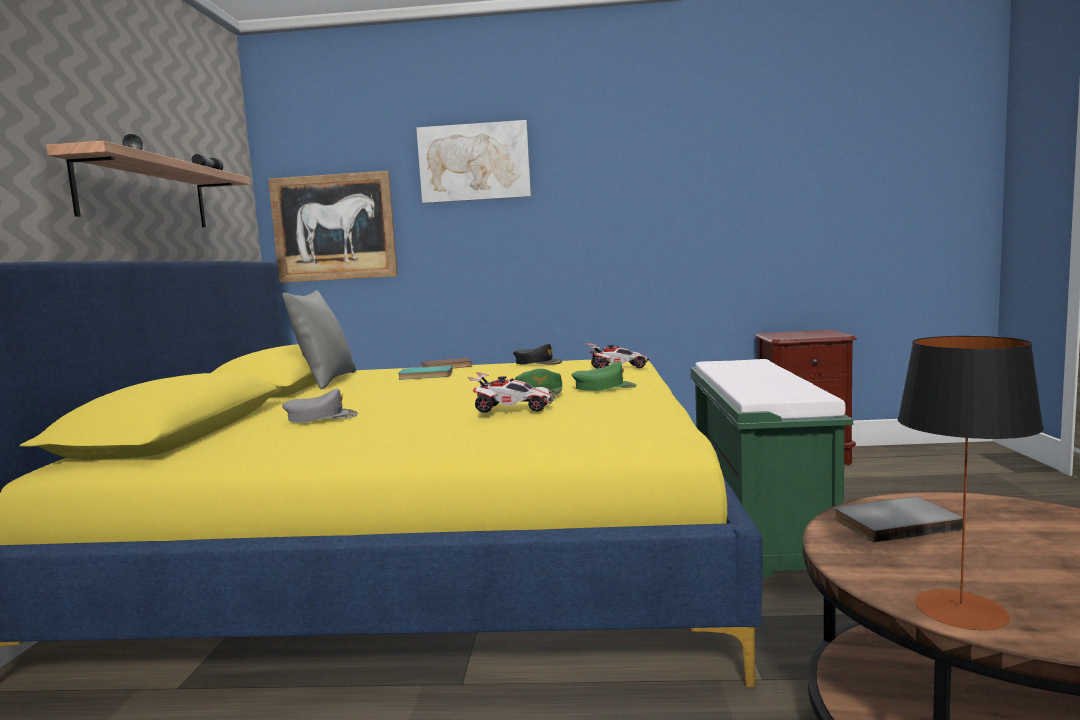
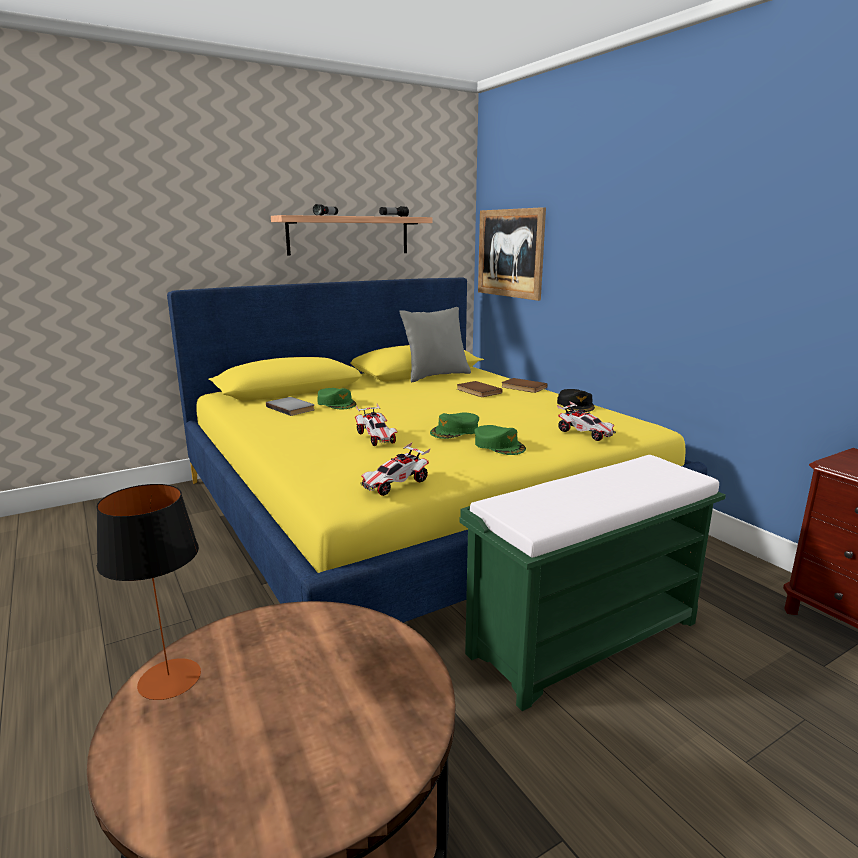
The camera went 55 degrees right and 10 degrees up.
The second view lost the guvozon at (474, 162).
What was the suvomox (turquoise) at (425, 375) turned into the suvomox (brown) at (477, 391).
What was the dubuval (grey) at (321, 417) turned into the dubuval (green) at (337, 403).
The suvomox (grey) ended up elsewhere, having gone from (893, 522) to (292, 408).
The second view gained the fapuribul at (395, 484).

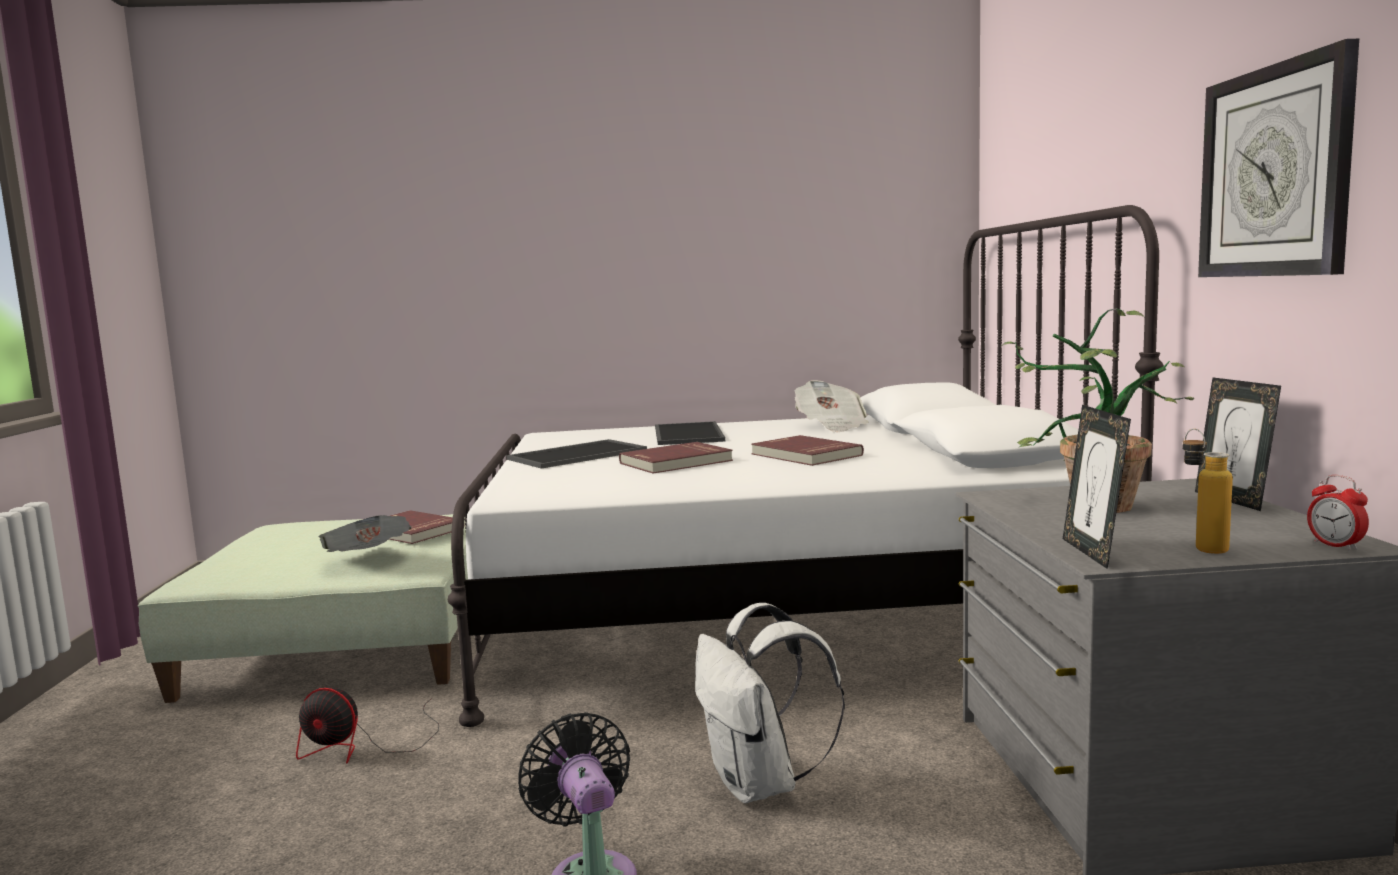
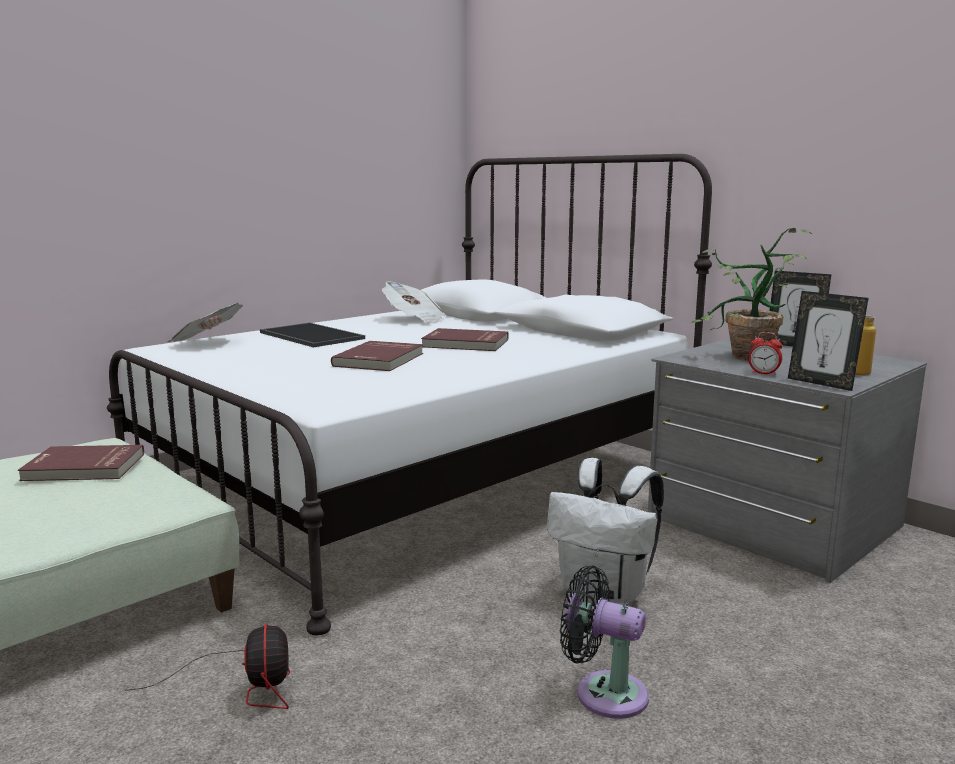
The camera went 40 degrees left and 5 degrees up.
The second view lost the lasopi at (1274, 172).
The second view lost the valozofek at (577, 454).
The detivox ended up elsewhere, having gone from (1335, 545) to (763, 373).
The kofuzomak ended up elsewhere, having gone from (368, 558) to (207, 343).
The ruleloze at (364, 745) ended up facing another way, 75 degrees counterclockwise from before.

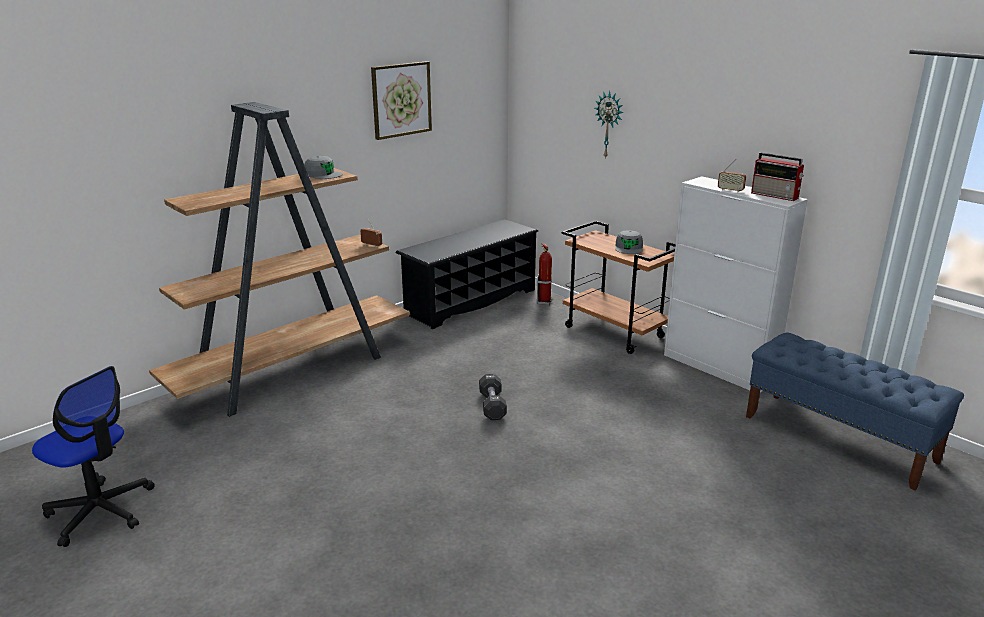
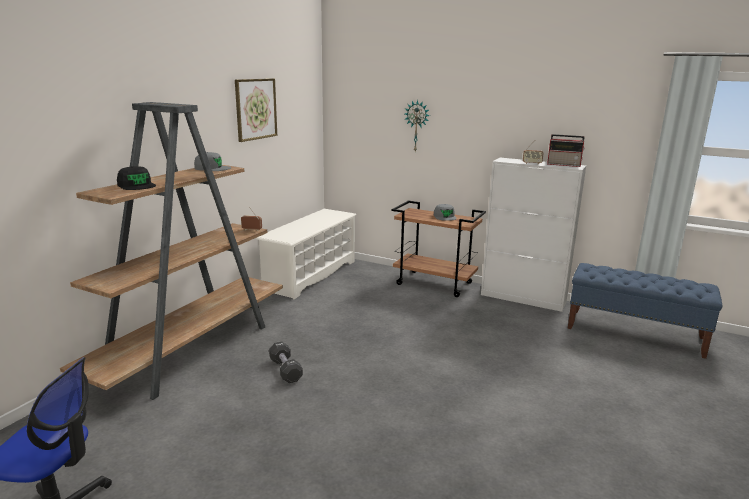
The camera went 20 degrees left and 5 degrees down.
What was the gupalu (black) at (470, 301) turned into the gupalu (white) at (310, 275).
The second view lost the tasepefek at (544, 302).
The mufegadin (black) ended up elsewhere, having gone from (492, 406) to (285, 370).
The second view gained the dubuval (black) at (136, 185).

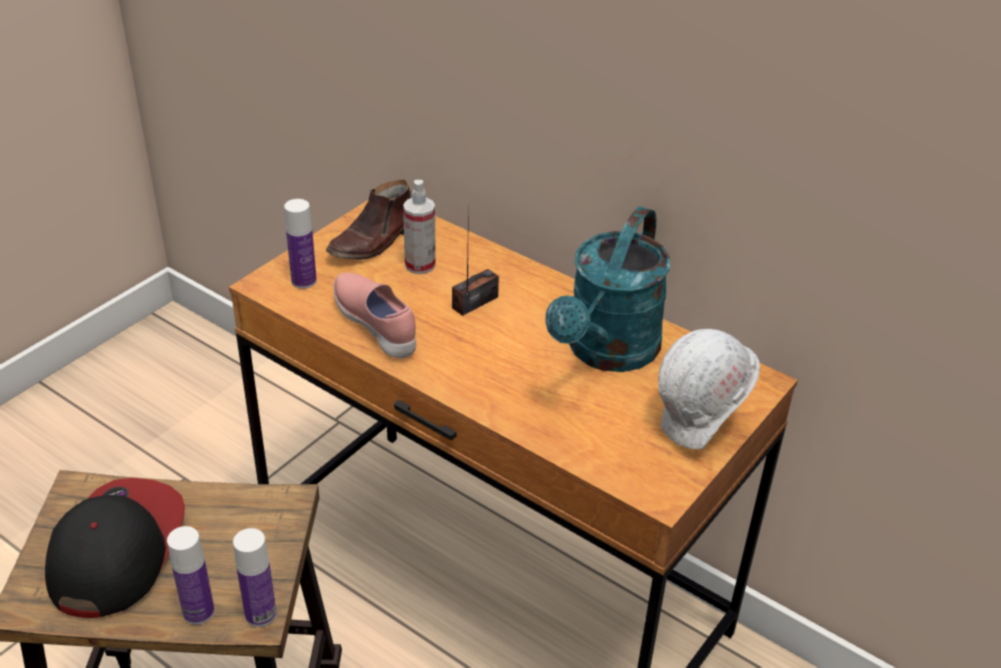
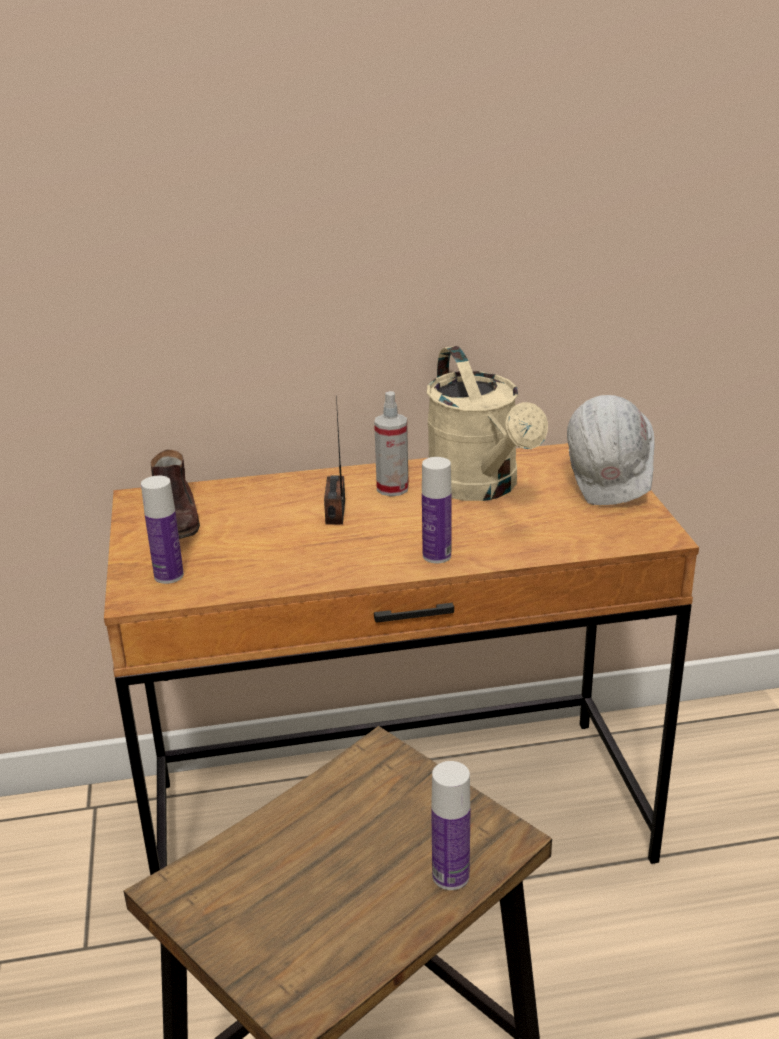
The camera went 45 degrees left and 10 degrees down.
The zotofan ended up elsewhere, having gone from (420, 265) to (392, 488).
What was the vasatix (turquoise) at (607, 353) turned into the vasatix (beige) at (480, 488).
The second view lost the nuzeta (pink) at (377, 326).
The second view lost the dubuval at (116, 550).
The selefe ended up elsewhere, having gone from (260, 614) to (436, 556).

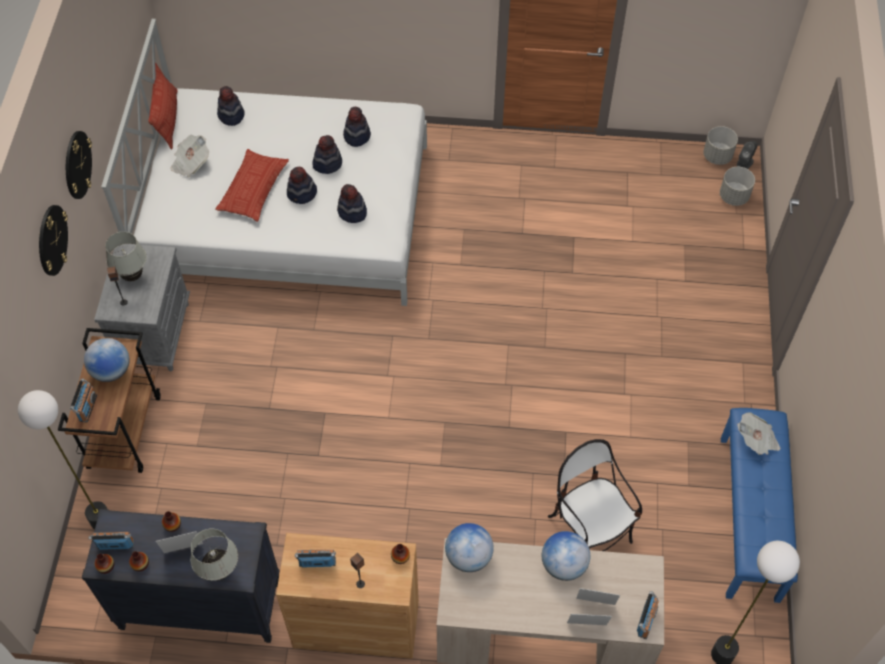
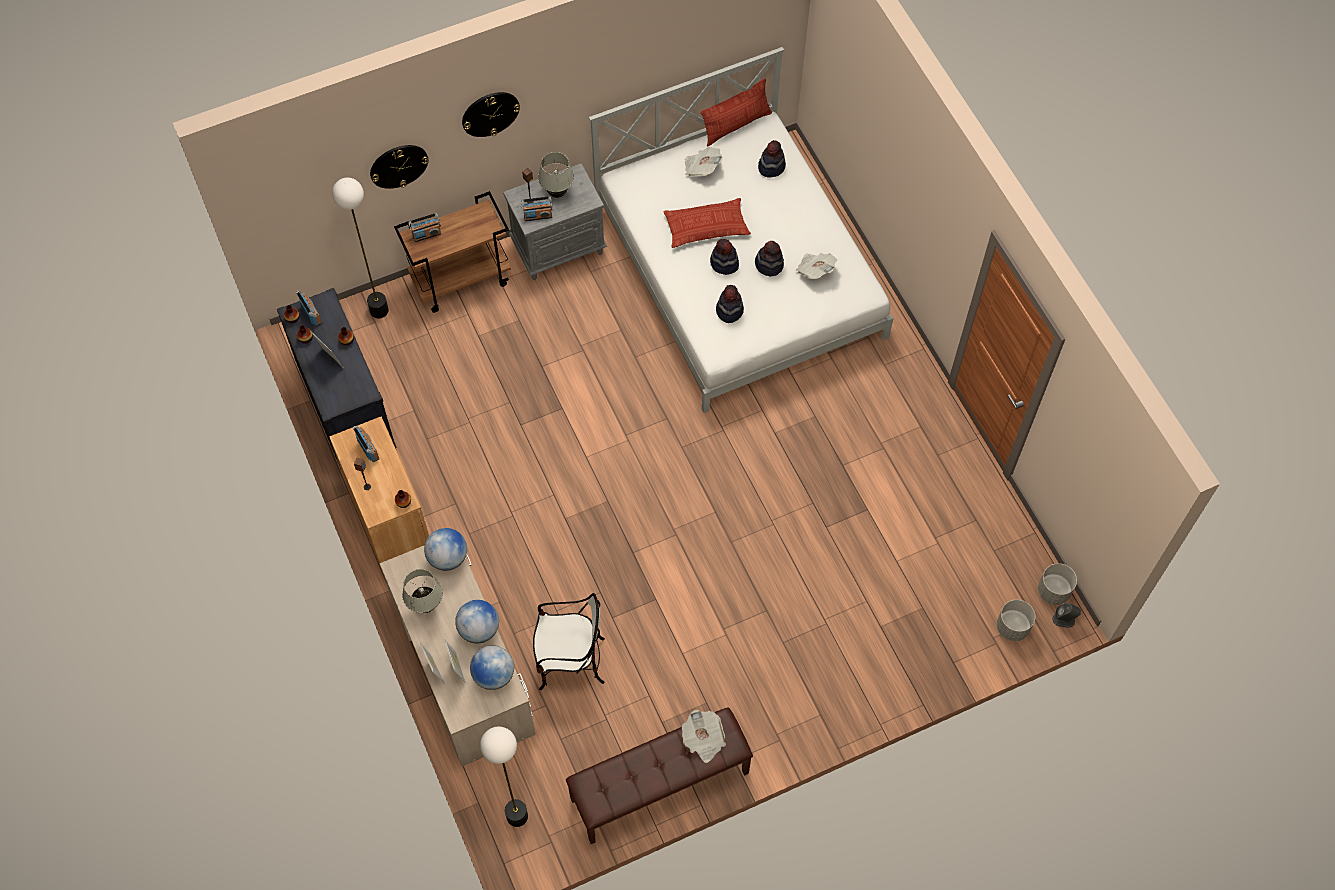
The camera went 60 degrees right and 5 degrees up.
Where the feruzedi stood at (356, 136), the kofuzomak came to stand at (815, 270).
The lasopi ended up elsewhere, having gone from (77, 165) to (398, 166).
The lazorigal ended up elsewhere, having gone from (111, 371) to (494, 675).
What was the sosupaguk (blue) at (750, 517) turned into the sosupaguk (brown) at (659, 786).
The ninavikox at (588, 532) ended up facing another way, 60 degrees clockwise from before.
The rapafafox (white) ended up elsewhere, having gone from (219, 571) to (426, 605).
The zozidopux ended up elsewhere, having gone from (646, 621) to (538, 216).

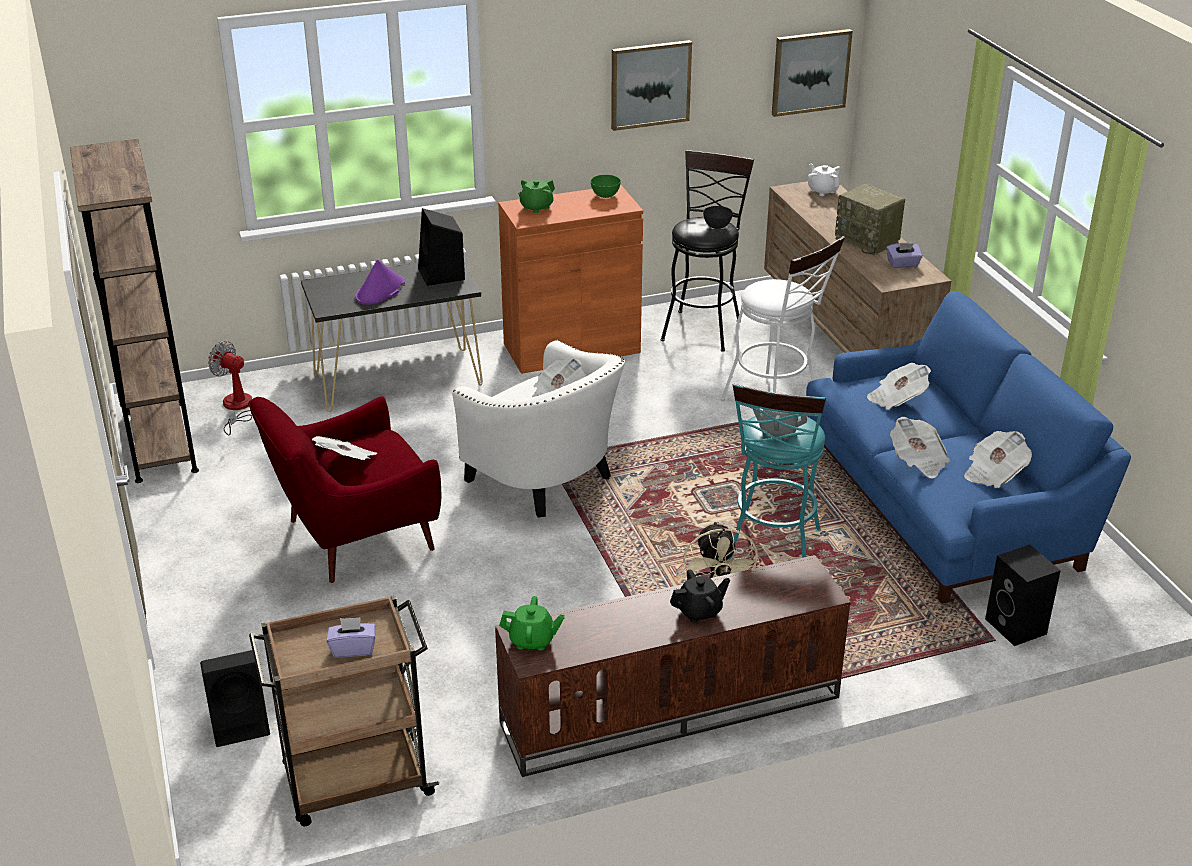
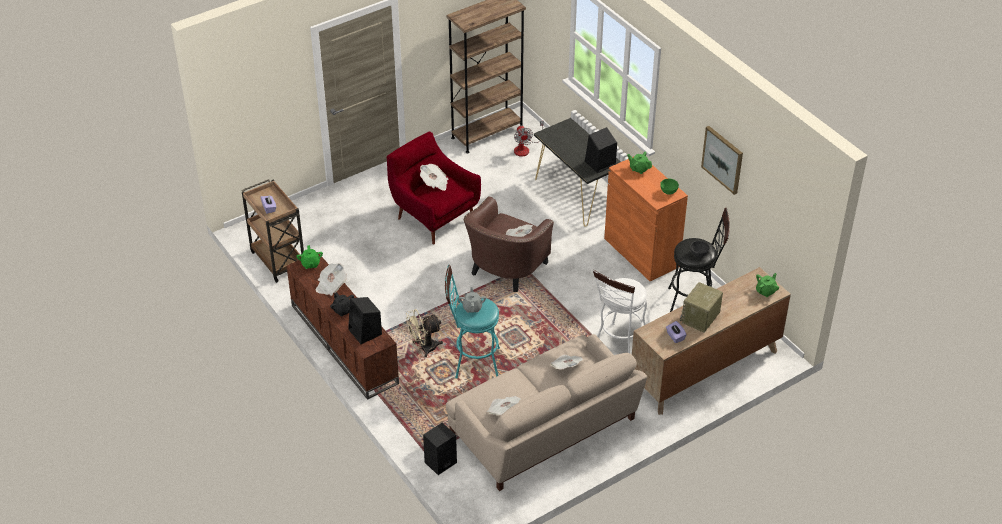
The camera went 75 degrees right and 10 degrees up.
The second view lost the guvozon at (810, 72).
What was the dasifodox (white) at (822, 191) turned into the dasifodox (green) at (766, 291).
The second view lost the feruzedi (purple) at (380, 291).
What was the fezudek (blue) at (945, 501) turned into the fezudek (beige) at (545, 428).
What was the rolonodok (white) at (547, 480) turned into the rolonodok (brown) at (504, 270).
The ruleloze at (237, 408) ended up facing another way, 150 degrees clockwise from before.
The kofuzomak ended up elsewhere, having gone from (918, 461) to (331, 286).
The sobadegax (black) ended up elsewhere, having gone from (241, 722) to (366, 332).

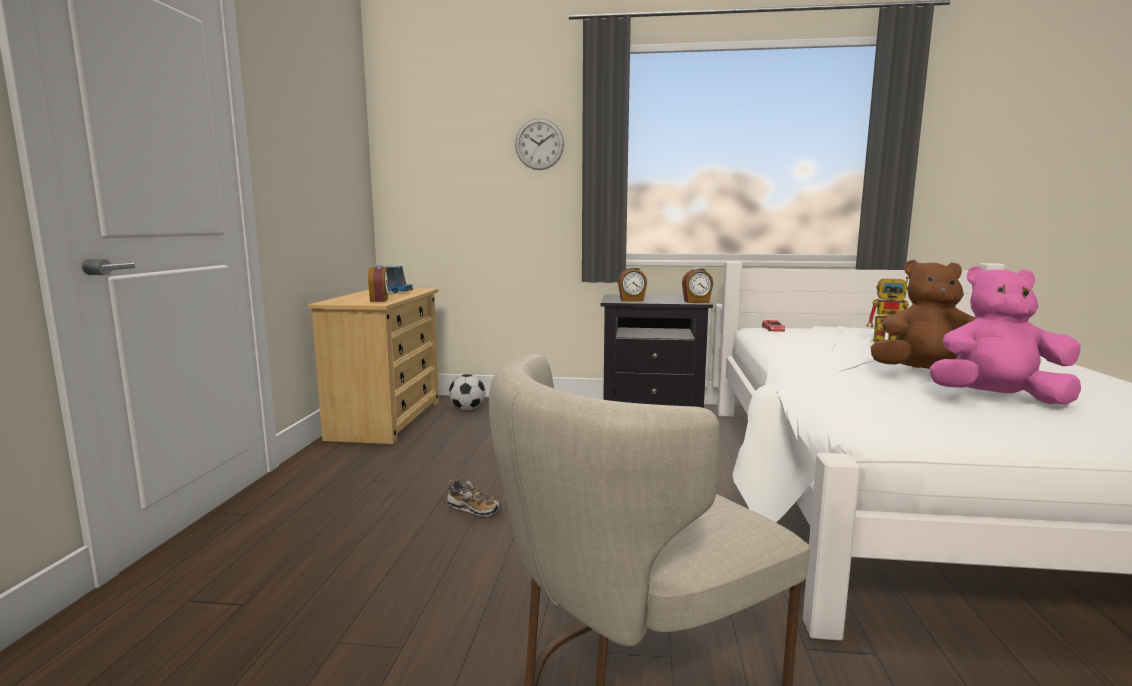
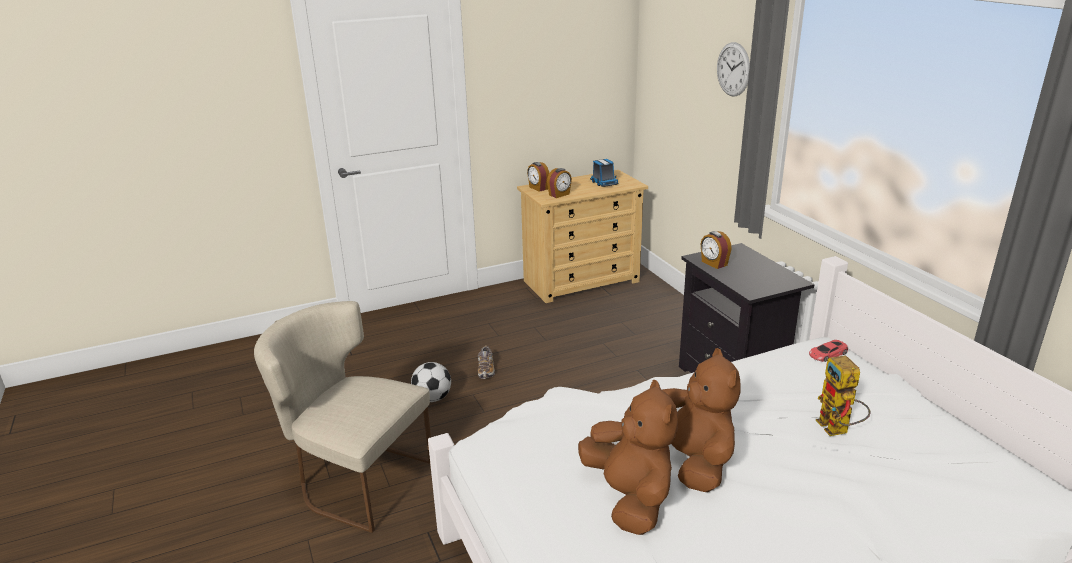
The camera went 60 degrees right and 15 degrees up.
What was the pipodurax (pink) at (996, 399) turned into the pipodurax (brown) at (630, 498).
The detivox ended up elsewhere, having gone from (696, 302) to (538, 188).
The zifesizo ended up elsewhere, having gone from (467, 409) to (432, 398).

